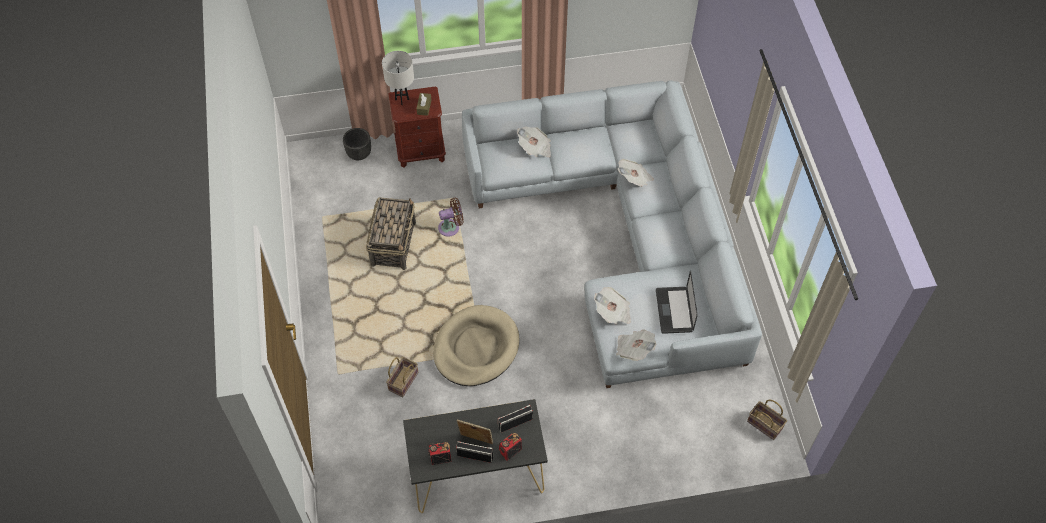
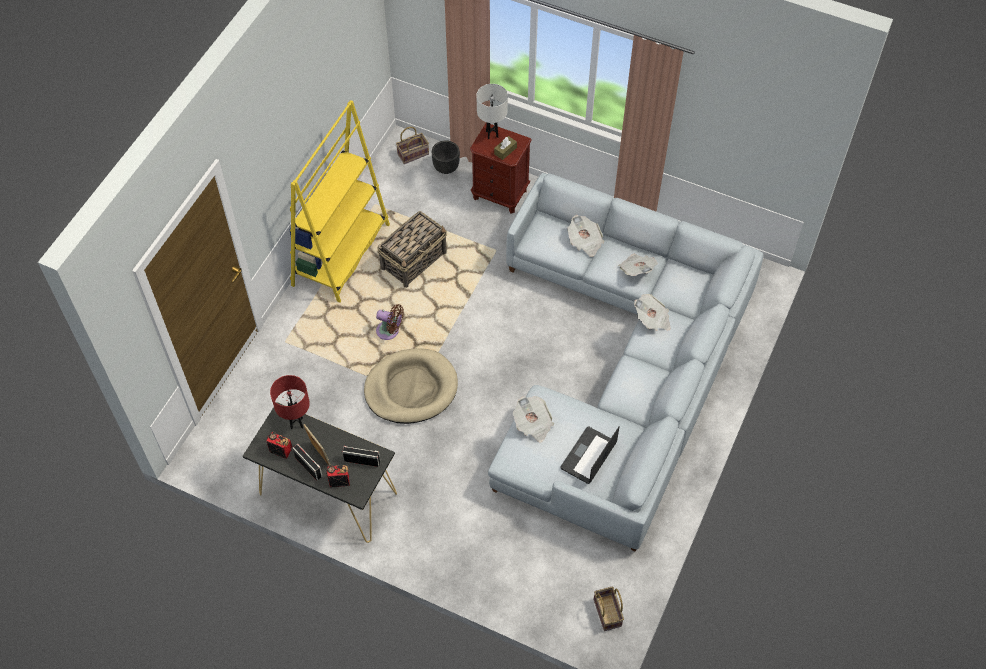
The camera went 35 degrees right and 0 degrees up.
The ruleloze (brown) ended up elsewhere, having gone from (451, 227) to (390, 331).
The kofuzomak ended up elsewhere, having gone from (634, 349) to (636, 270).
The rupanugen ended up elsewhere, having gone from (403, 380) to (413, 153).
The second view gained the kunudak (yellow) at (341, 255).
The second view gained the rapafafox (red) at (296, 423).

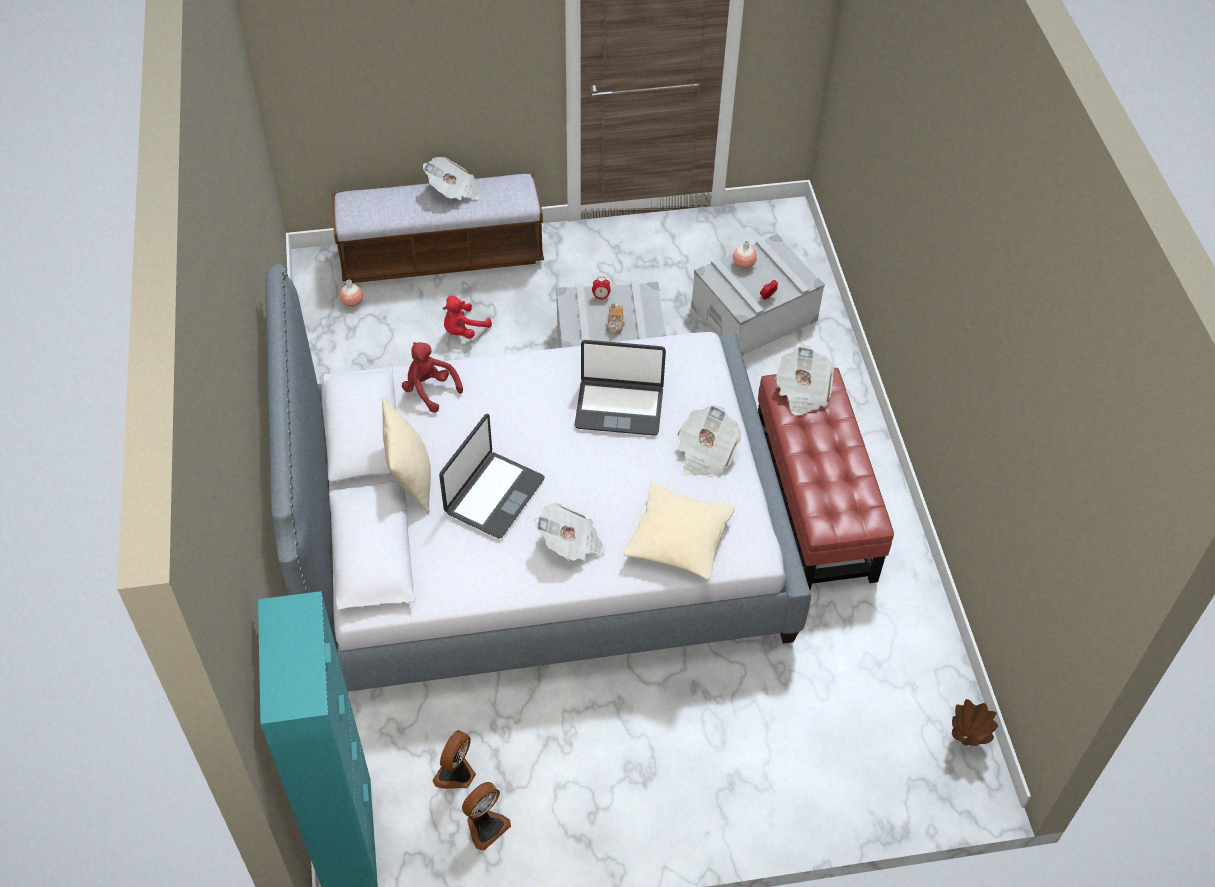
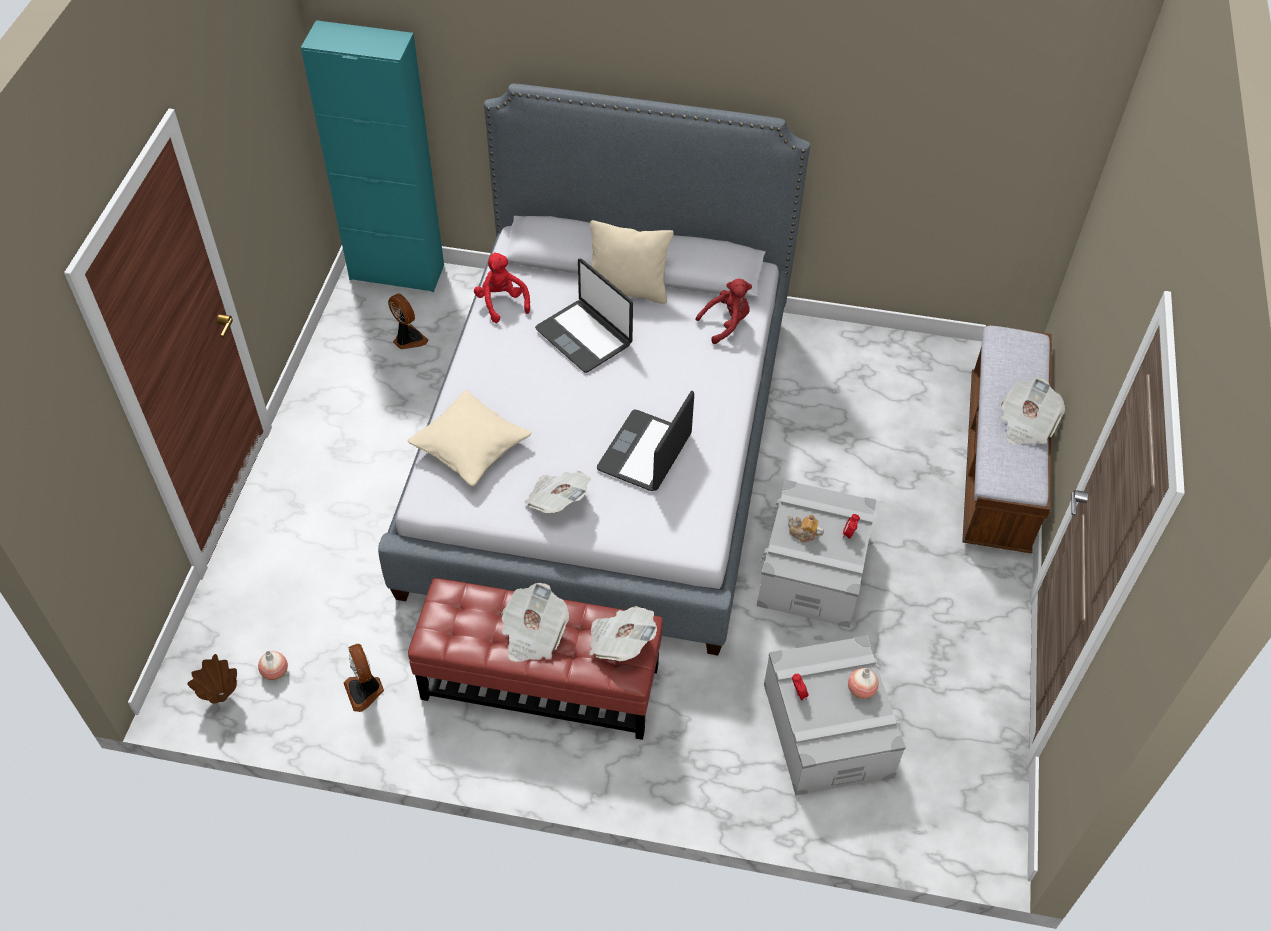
The camera went 110 degrees right and 0 degrees up.
The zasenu ended up elsewhere, having gone from (352, 302) to (275, 671).
The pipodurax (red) ended up elsewhere, having gone from (463, 330) to (502, 302).
The kofuzomak ended up elsewhere, having gone from (571, 544) to (533, 634).
The ruleloze ended up elsewhere, having gone from (485, 826) to (365, 691).

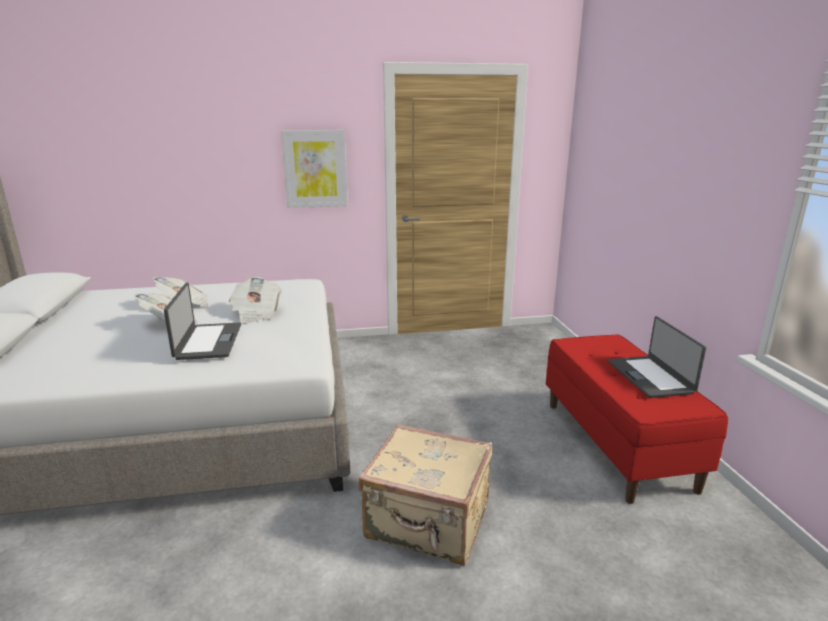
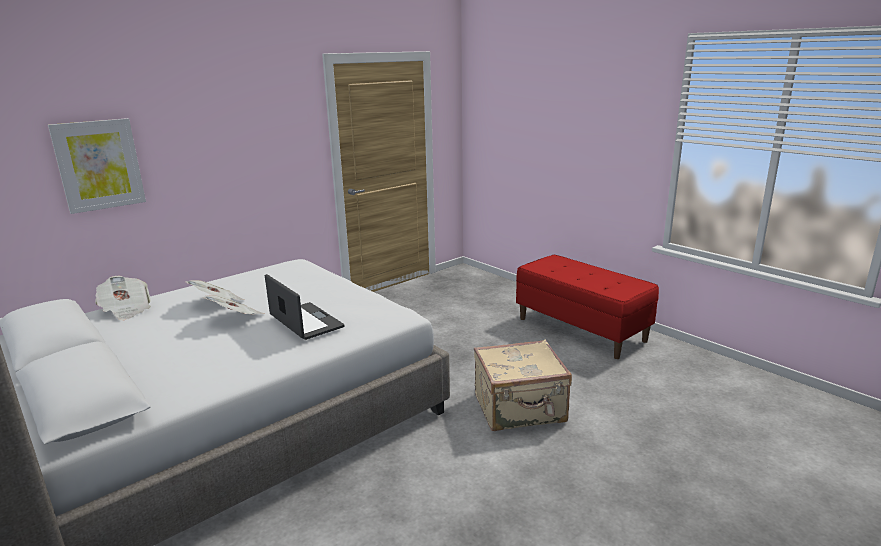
The camera went 30 degrees left and 0 degrees up.
The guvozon ended up elsewhere, having gone from (315, 169) to (99, 165).
The kofuzomak ended up elsewhere, having gone from (256, 313) to (126, 310).
The second view lost the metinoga at (650, 377).

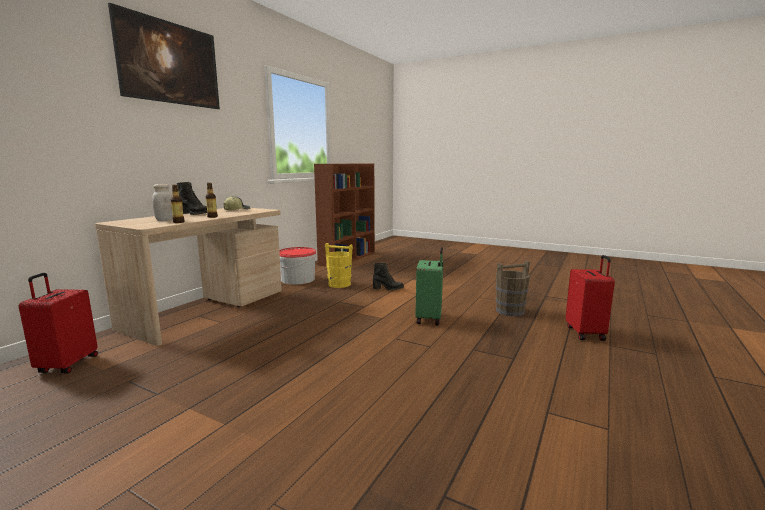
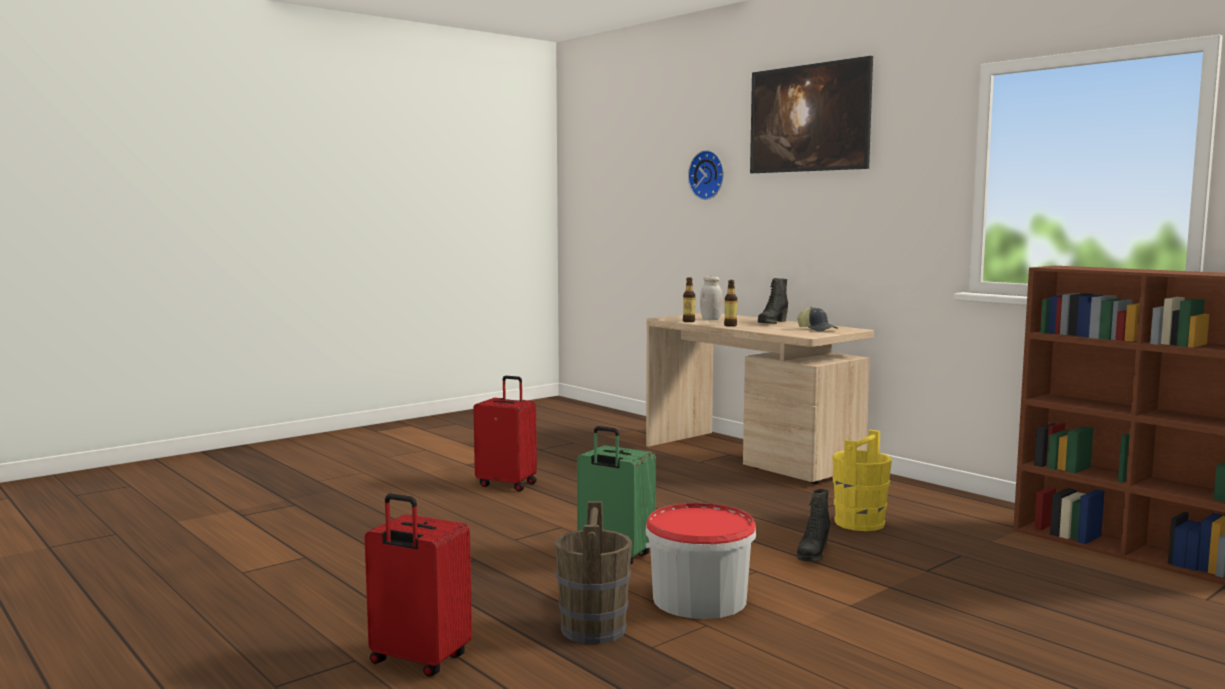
The camera went 110 degrees right and 5 degrees down.
The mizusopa ended up elsewhere, having gone from (298, 279) to (700, 599).
The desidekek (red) ended up elsewhere, having gone from (67, 365) to (507, 484).
The second view gained the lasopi at (708, 175).

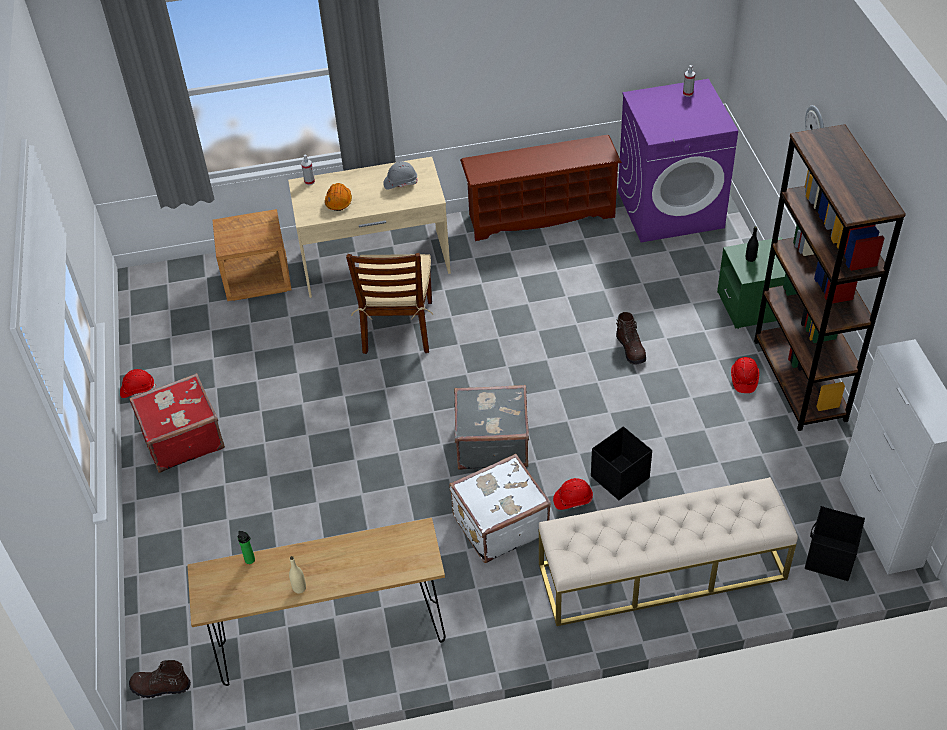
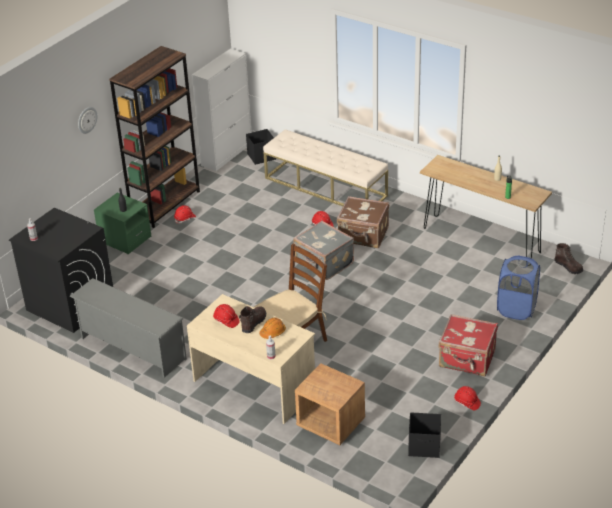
The camera went 135 degrees left and 10 degrees down.
What was the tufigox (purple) at (671, 209) turned into the tufigox (black) at (70, 304).
What was the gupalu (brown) at (541, 215) turned into the gupalu (grey) at (131, 349).
What was the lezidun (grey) at (400, 182) turned into the lezidun (red) at (226, 321).
The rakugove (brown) ended up elsewhere, having gone from (631, 349) to (253, 323).
The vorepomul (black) ended up elsewhere, having gone from (619, 477) to (424, 446).
What was the desidekek (white) at (499, 524) turned into the desidekek (brown) at (363, 235).
The second view gained the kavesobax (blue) at (516, 309).

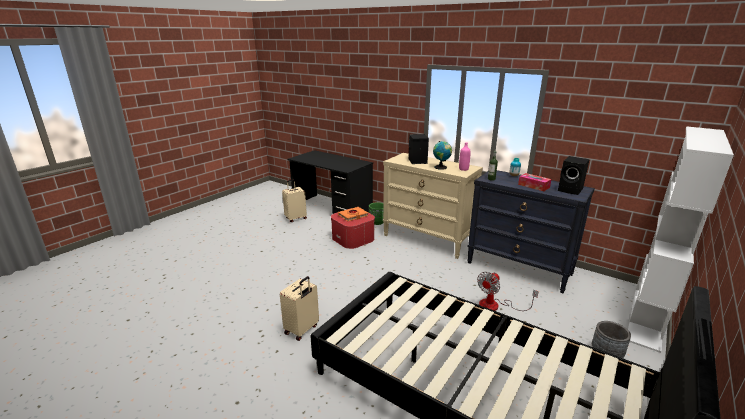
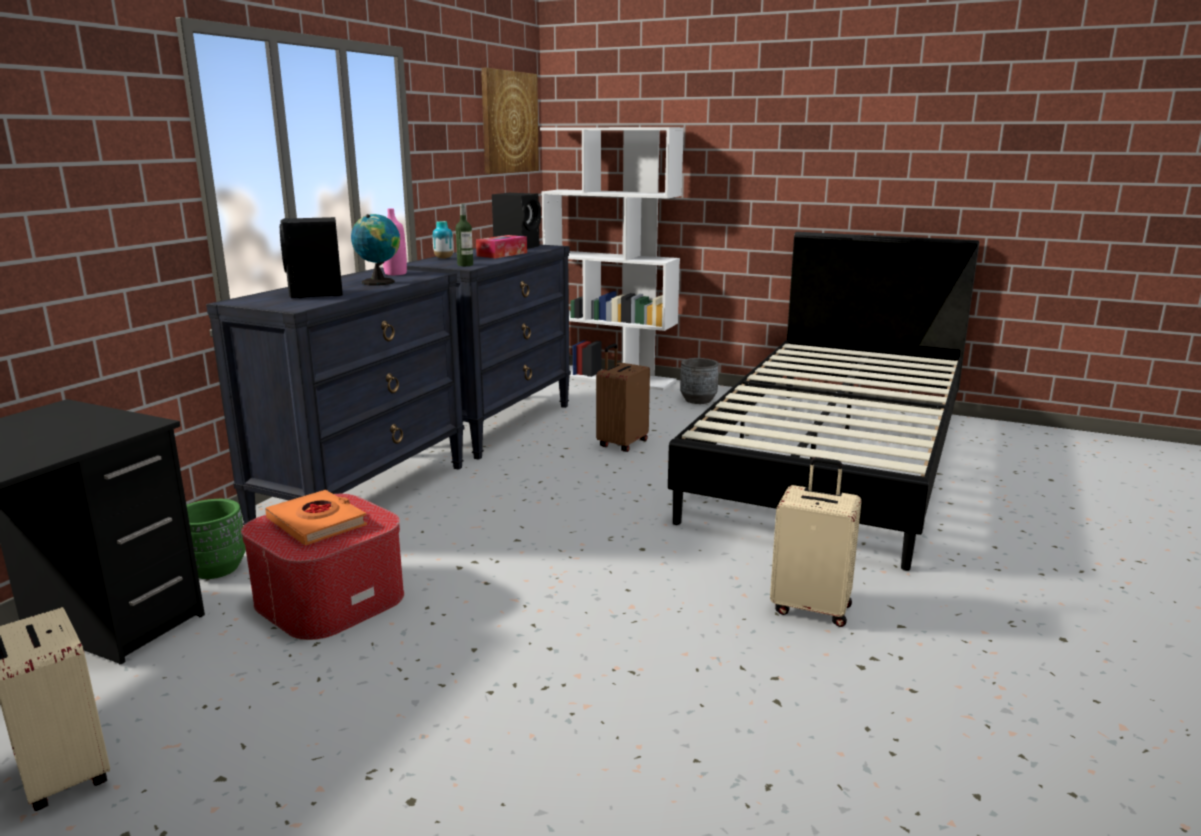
The camera went 100 degrees left and 5 degrees down.
What was the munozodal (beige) at (427, 240) turned into the munozodal (black) at (363, 496).
Where the ruleloze stood at (496, 306), the desidekek (brown) came to stand at (621, 444).
The second view gained the guvozon at (509, 122).

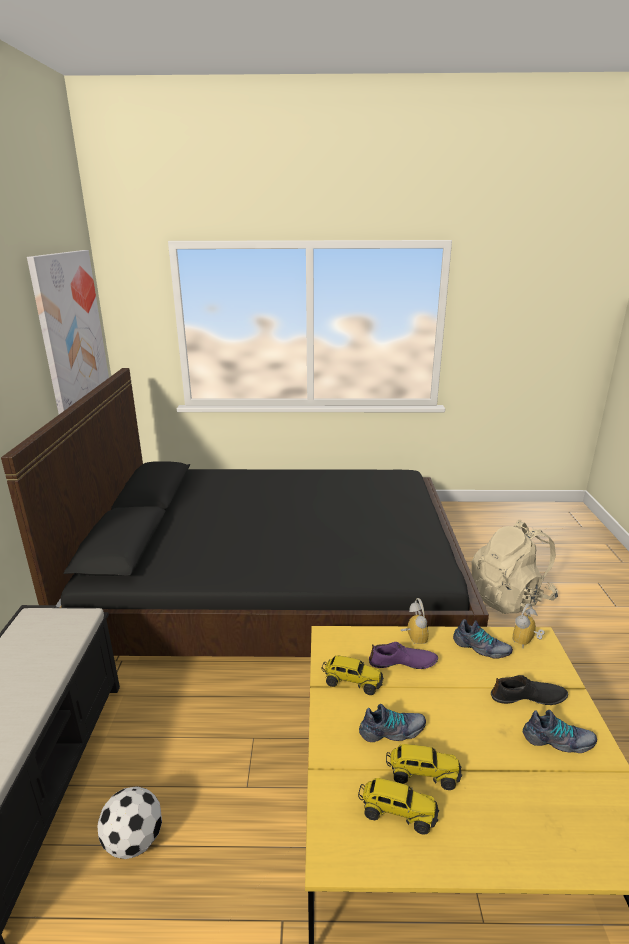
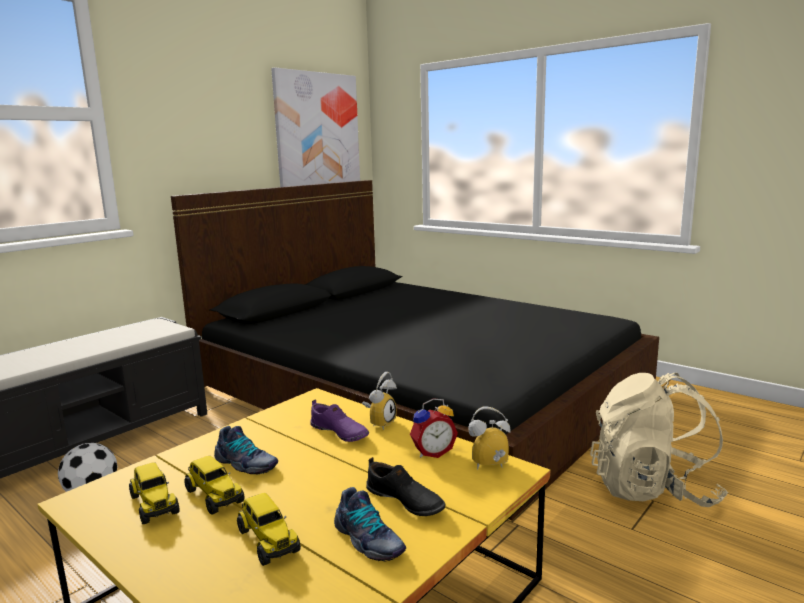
The camera went 40 degrees right and 10 degrees down.
Where the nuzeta stood at (481, 648), the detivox came to stand at (432, 452).
The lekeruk ended up elsewhere, having gone from (352, 682) to (268, 540).

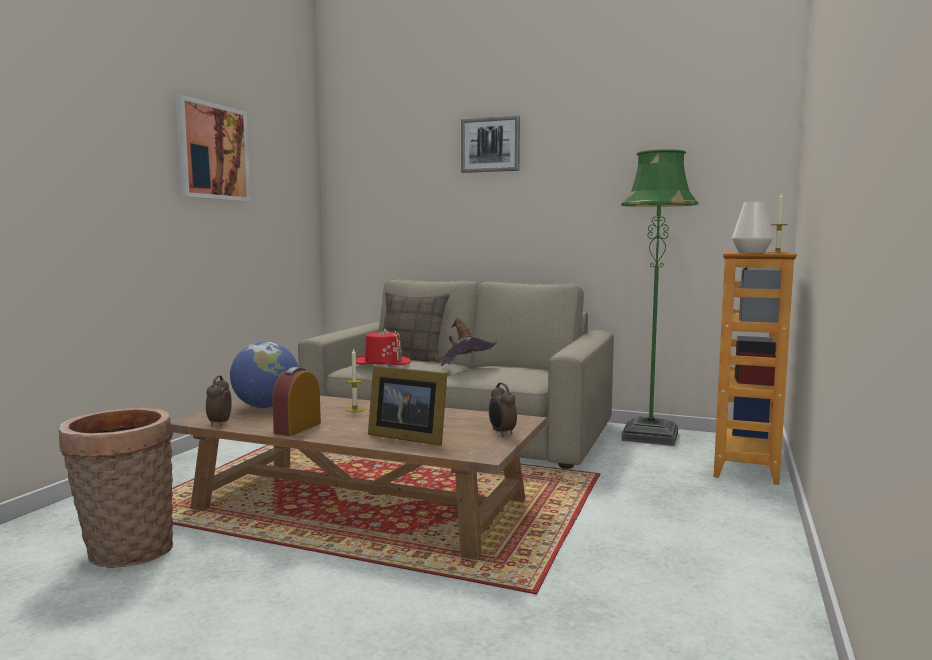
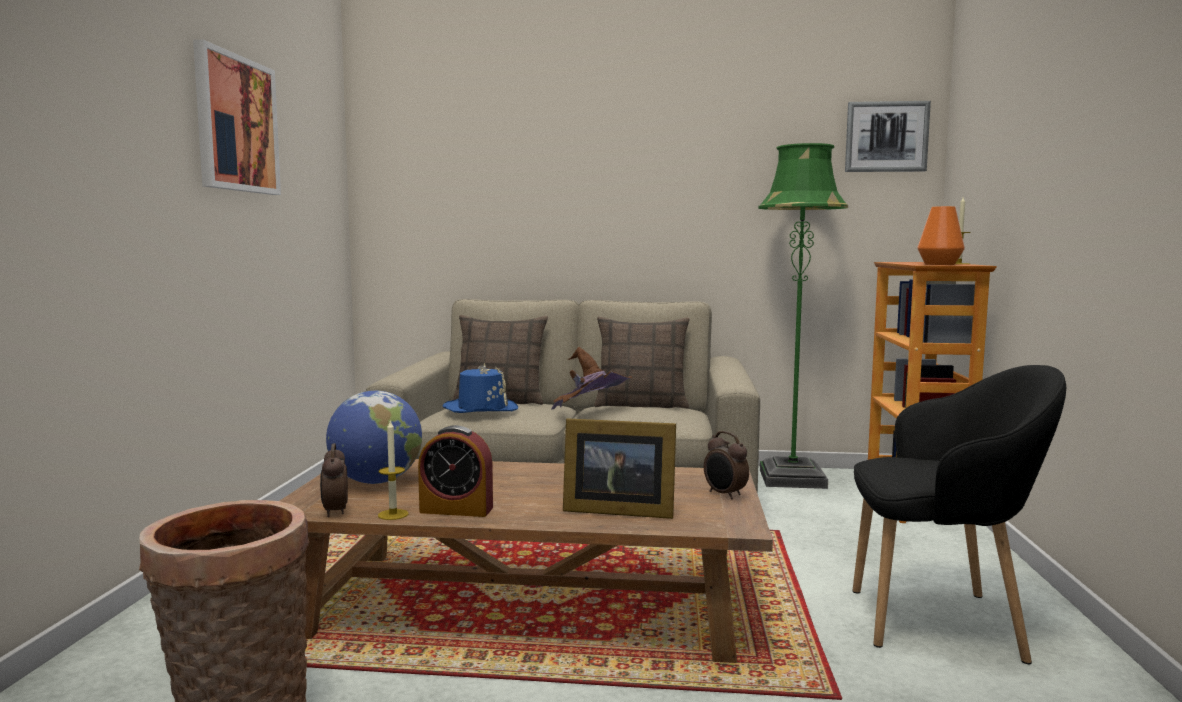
The camera went 15 degrees left and 0 degrees up.
The guvozon ended up elsewhere, having gone from (490, 145) to (886, 137).
What was the zasenu (white) at (751, 253) turned into the zasenu (orange) at (939, 264).
What was the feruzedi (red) at (382, 362) turned into the feruzedi (blue) at (481, 408).
The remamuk ended up elsewhere, having gone from (354, 409) to (393, 514).
The detivox at (297, 428) ended up facing another way, 90 degrees counterclockwise from before.
The second view gained the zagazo at (641, 405).
The second view gained the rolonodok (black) at (941, 622).

